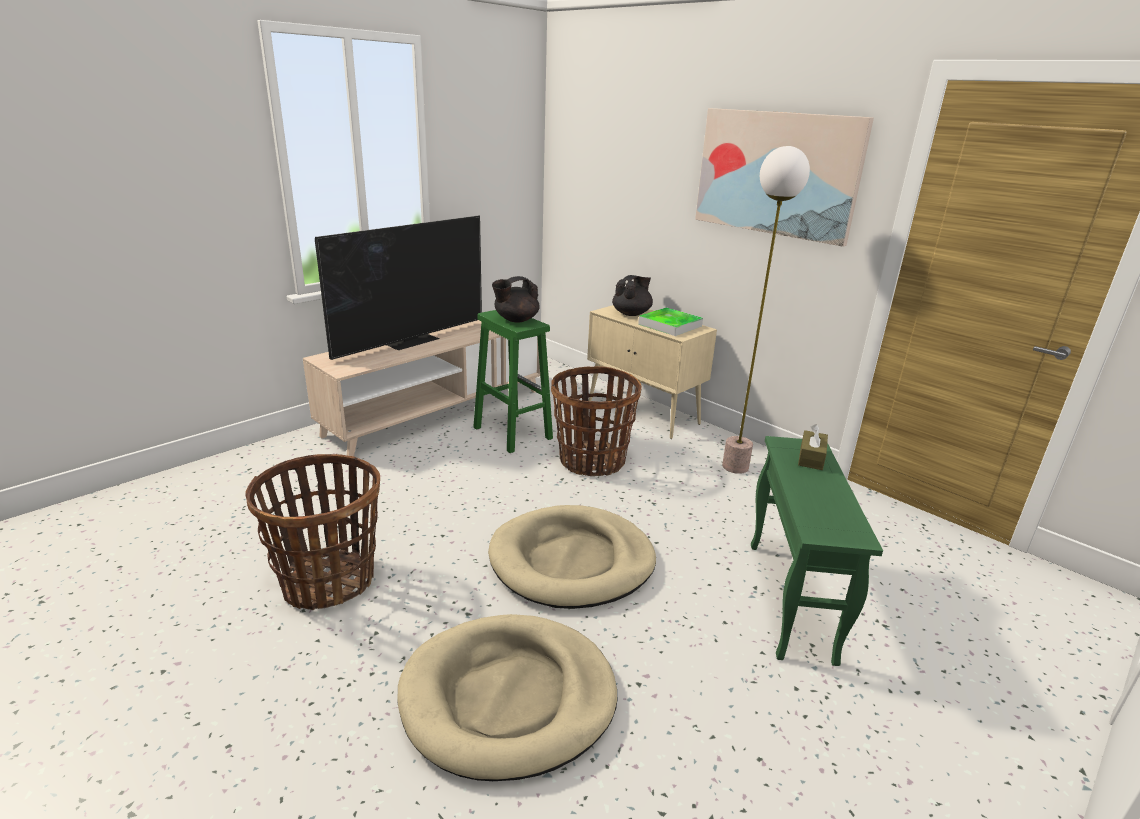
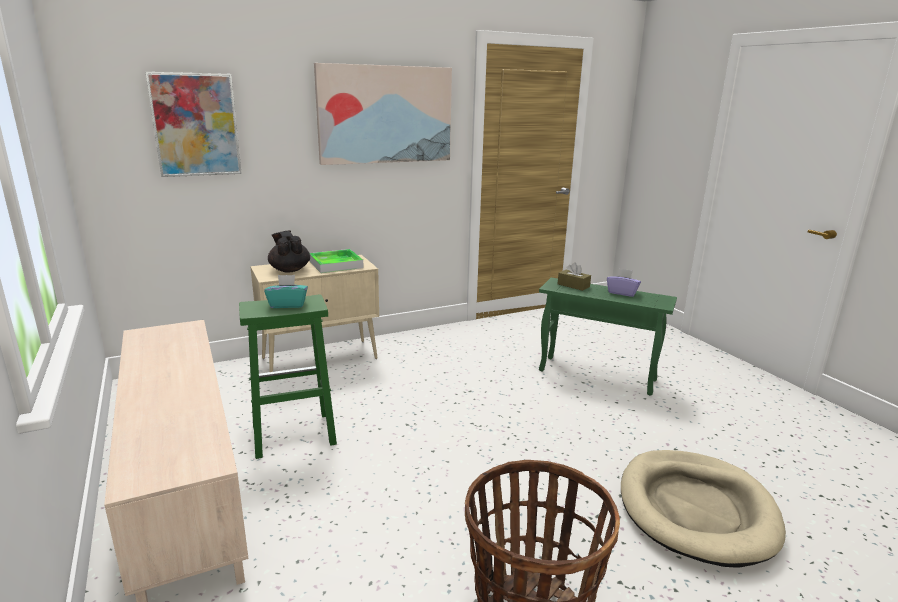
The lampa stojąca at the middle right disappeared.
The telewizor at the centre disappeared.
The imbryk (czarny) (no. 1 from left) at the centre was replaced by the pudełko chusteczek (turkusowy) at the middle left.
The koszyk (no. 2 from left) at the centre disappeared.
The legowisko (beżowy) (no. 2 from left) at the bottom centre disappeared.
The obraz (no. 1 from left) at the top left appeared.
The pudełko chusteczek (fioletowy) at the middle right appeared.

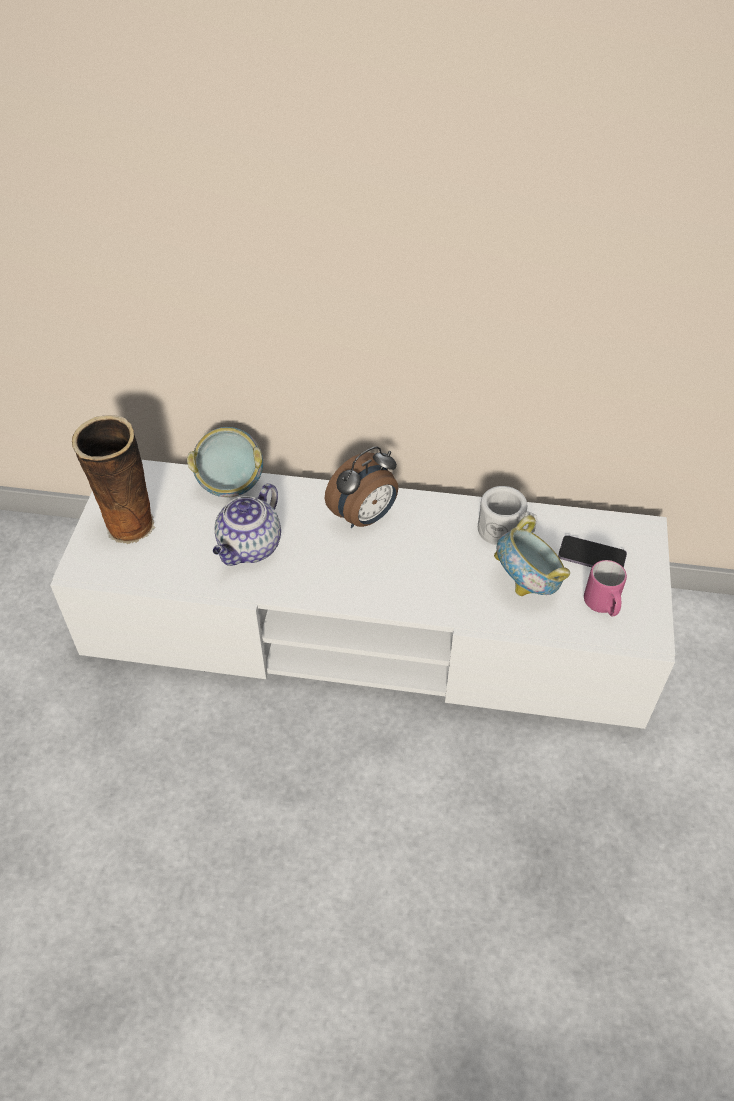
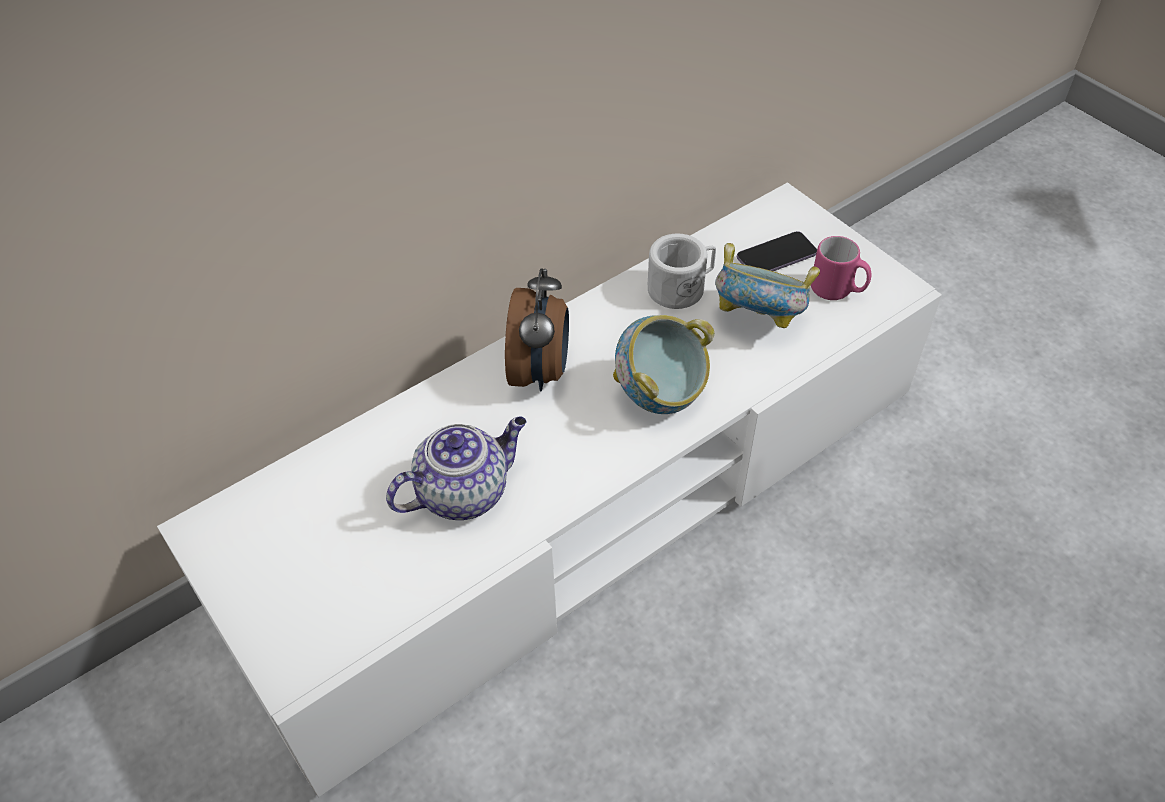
The wazon at the middle left disappeared.
The miska (no. 1 from left) moved from the middle left to the centre.
The imbryk at the centre turned 105 degrees counterclockwise.

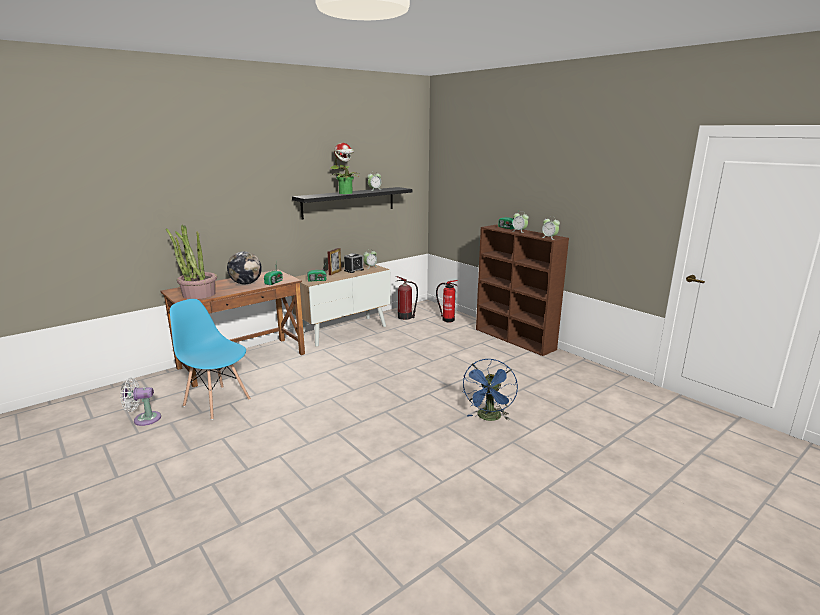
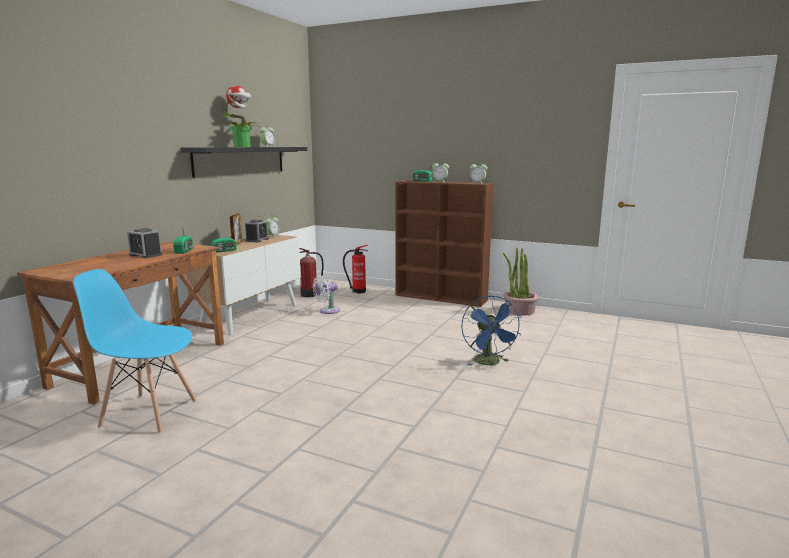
The roślina doniczkowa (no. 1 from left in the first image) moved from the middle left to the centre.
The globus at the middle left was replaced by the budzik (no. 1 from left) at the middle left.
The wentylator (biały) moved from the middle left to the centre.

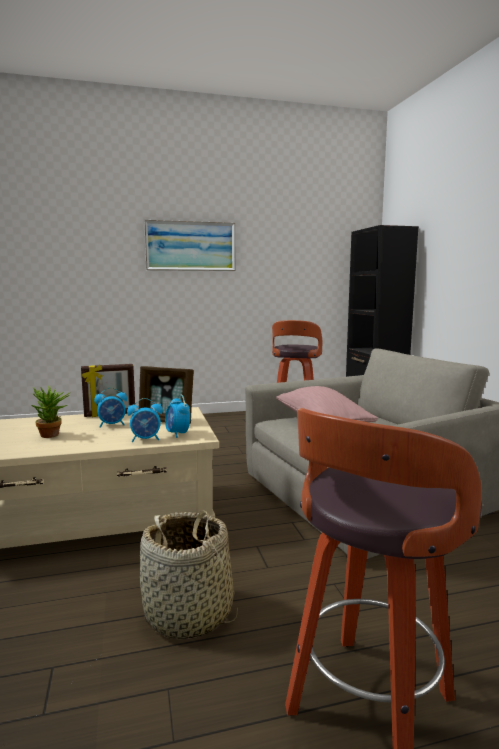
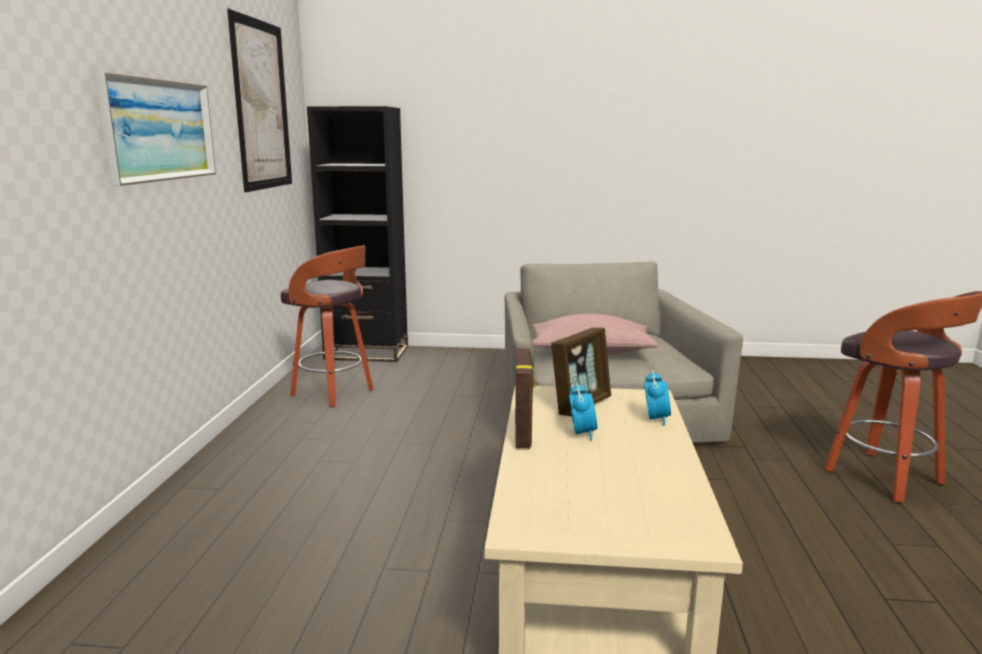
The roślina doniczkowa at the middle left disappeared.
The budzik (no. 3 from left) at the centre disappeared.
The koszyk at the bottom centre disappeared.
The obraz (no. 2 from left) at the top left appeared.

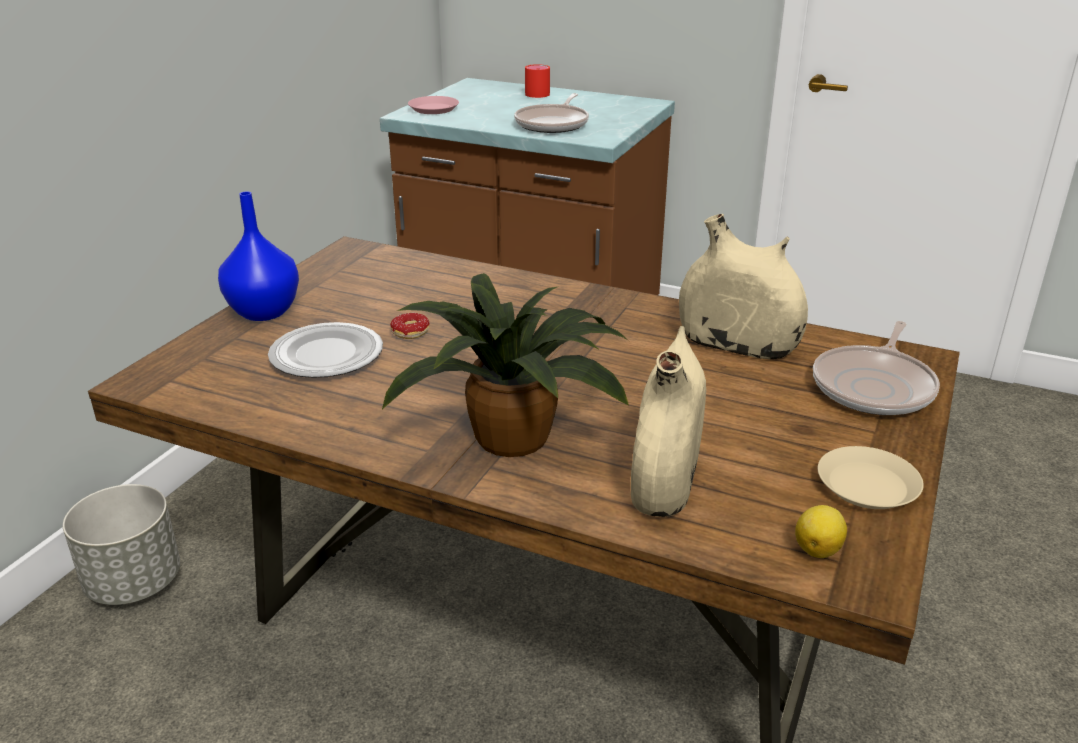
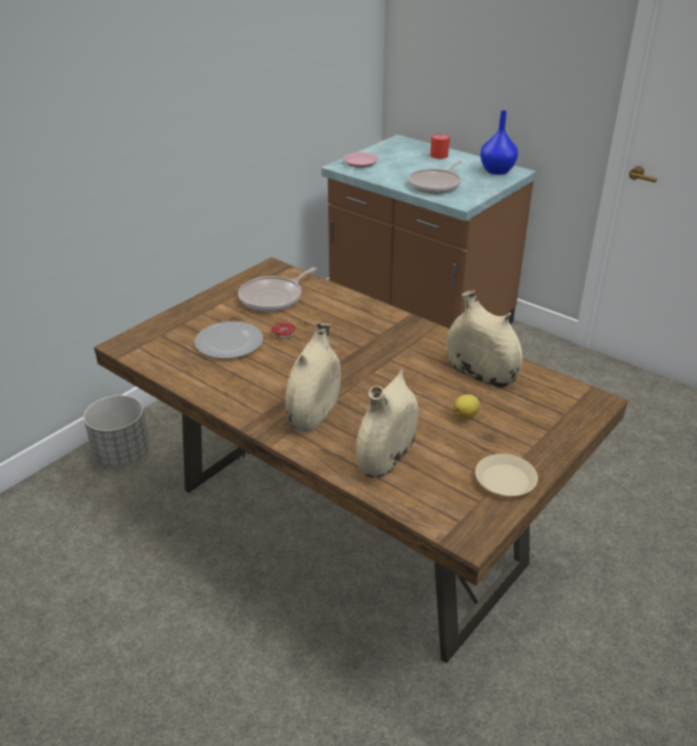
The wazon (niebieski) moved from the middle left to the top right.
The roślina doniczkowa at the centre was replaced by the wazon (beżowy) (no. 1 from left) at the centre.
The patelnia (no. 2 from left in the first image) moved from the middle right to the centre.
The cytryna moved from the bottom right to the middle right.

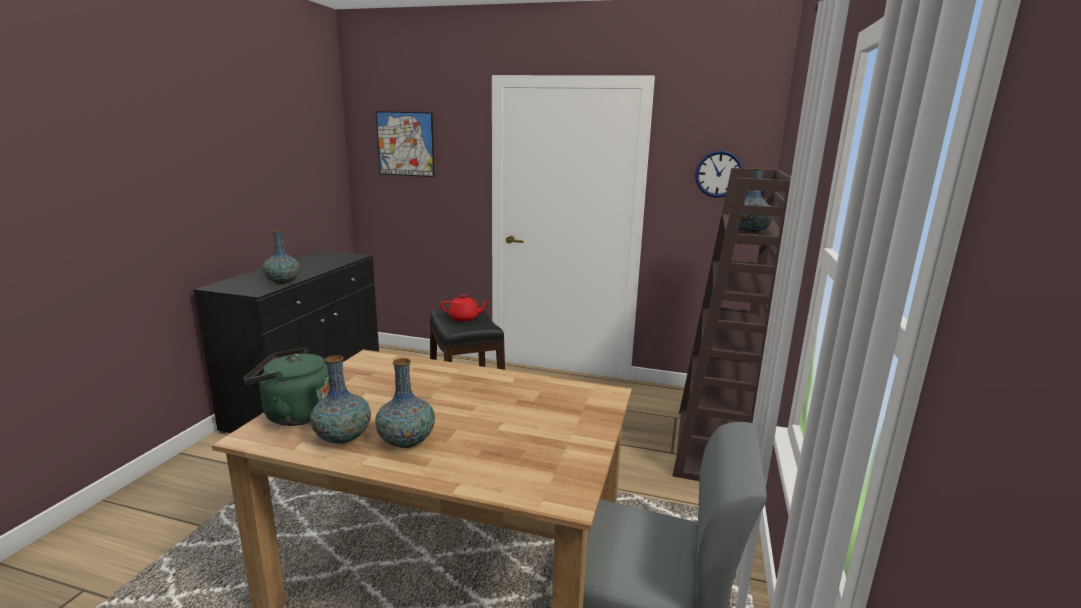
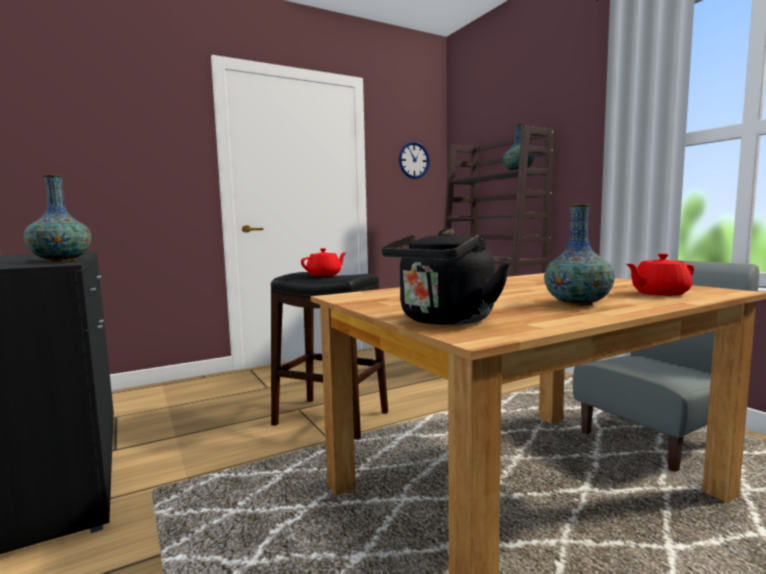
The obraz at the top centre disappeared.
The czajnik (zielony) at the middle left became the czajnik (czarny) at the centre.
The wazon (no. 2 from left) at the middle left disappeared.
The imbryk (czerwony) (no. 2 from left) at the middle right appeared.

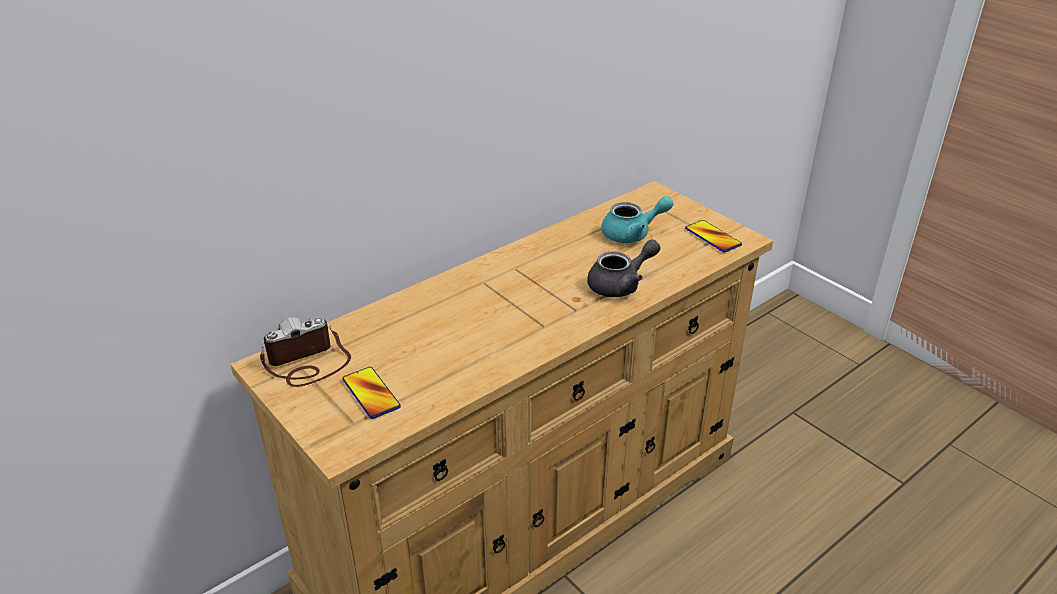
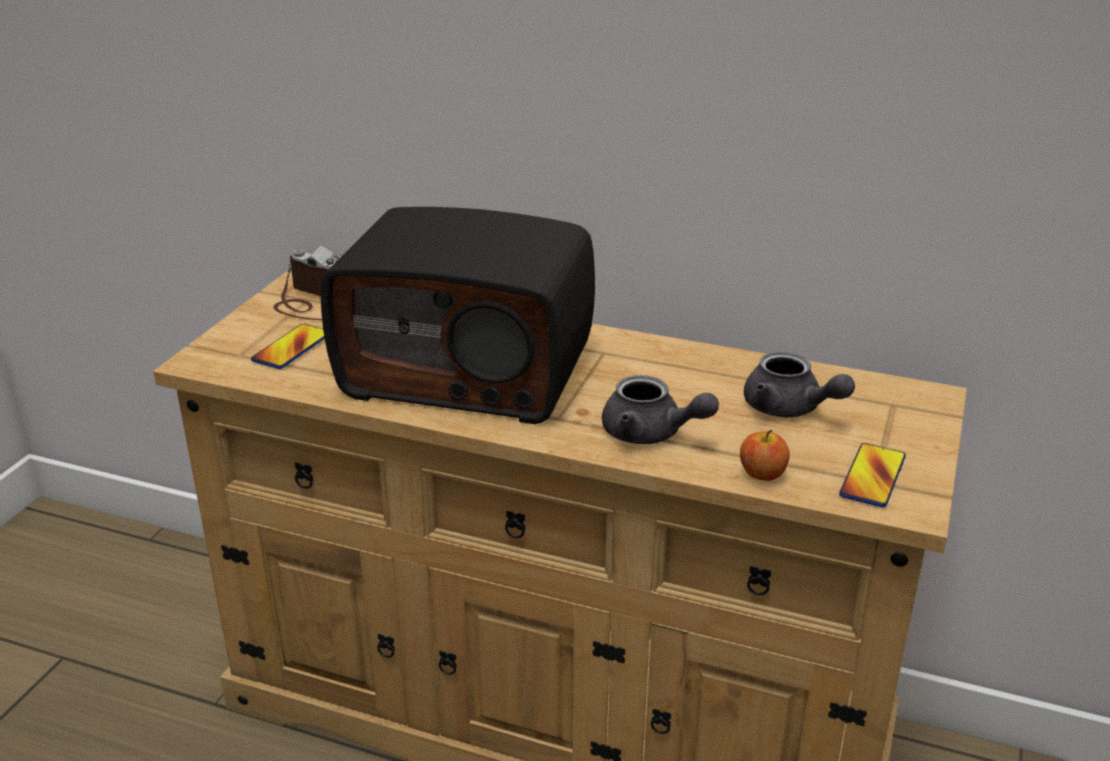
The imbryk (turkusowy) at the centre became the imbryk (szary) (no. 2 from left) at the middle right.
The radio at the centre appeared.
The jabłko at the middle right appeared.

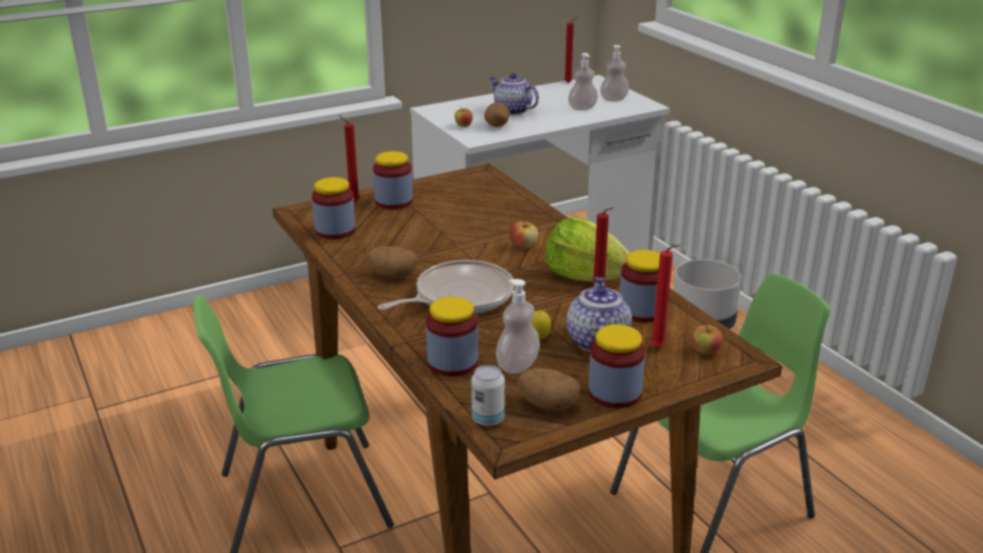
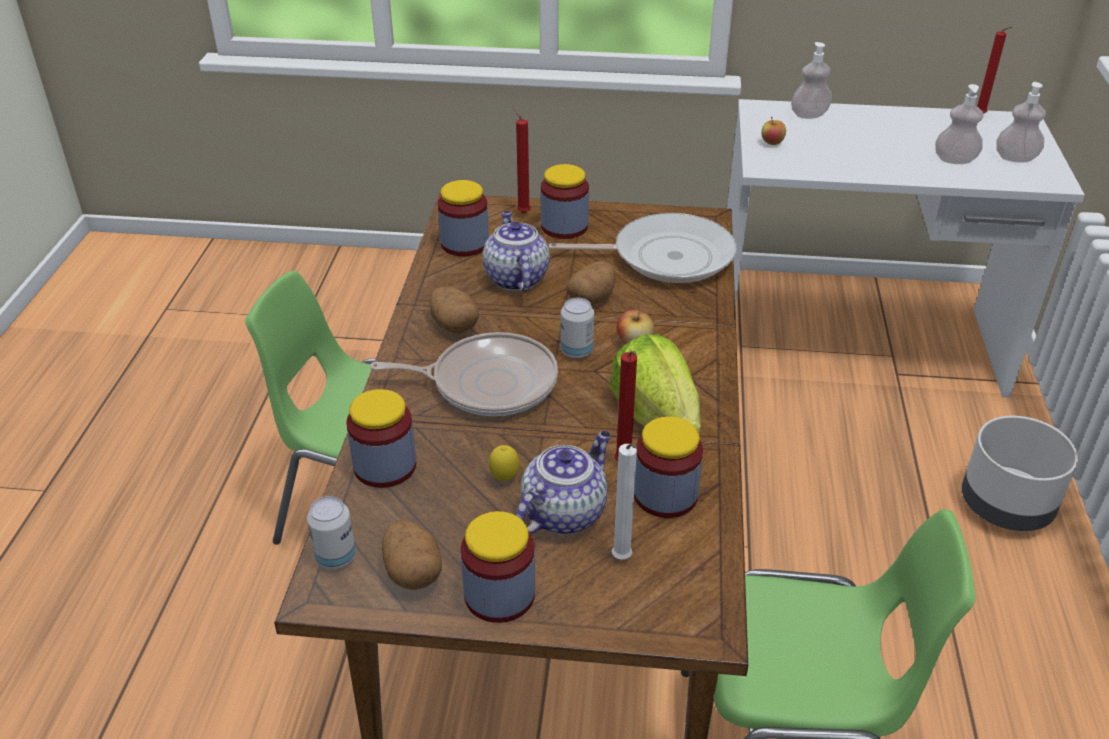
The imbryk (no. 1 from left) moved from the top centre to the centre.
The ziemniak (no. 2 from left in the first image) moved from the top centre to the centre.
The świeca (czerwony) (no. 4 from left) at the middle right became the świeca (biały) at the bottom centre.
The dozownik mydła (no. 1 from left) moved from the centre to the top right.
The jabłko (no. 3 from left) at the middle right disappeared.
The patelnia (no. 2 from left) at the centre appeared.
The puszka (no. 2 from left) at the centre appeared.

